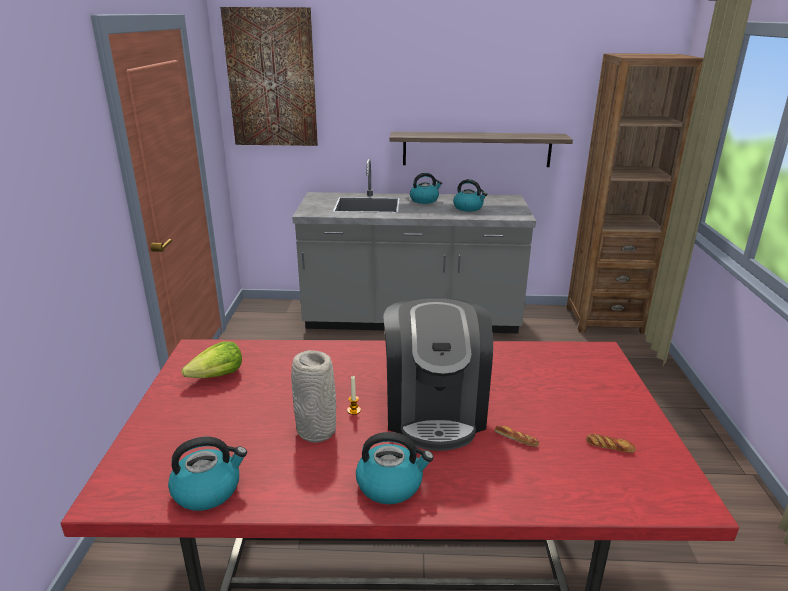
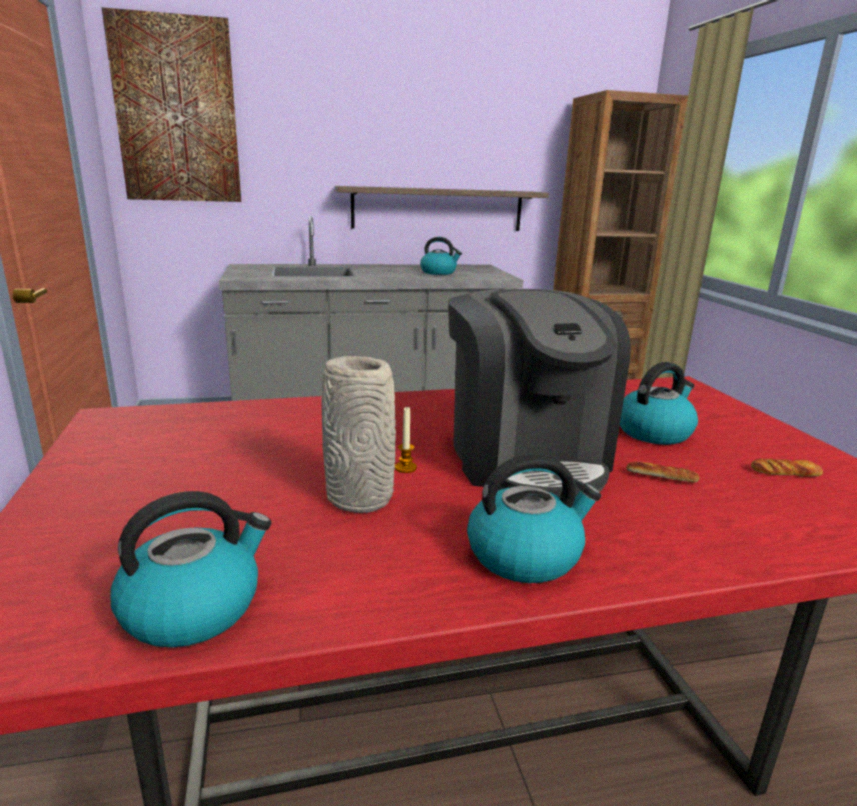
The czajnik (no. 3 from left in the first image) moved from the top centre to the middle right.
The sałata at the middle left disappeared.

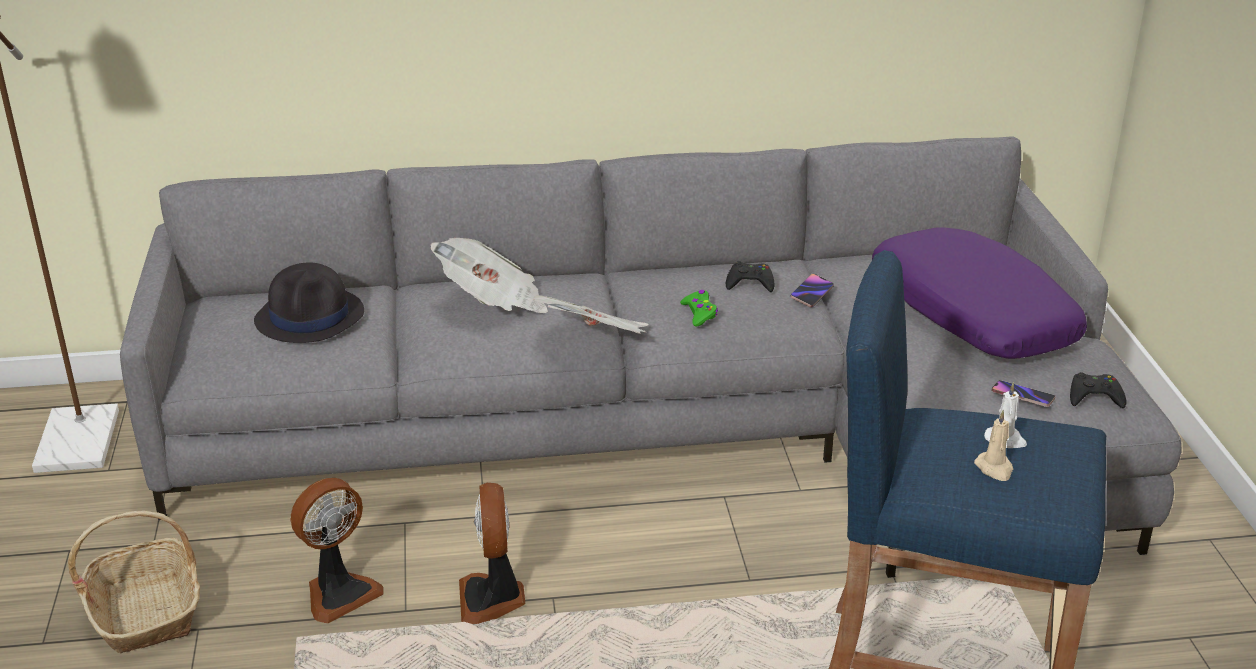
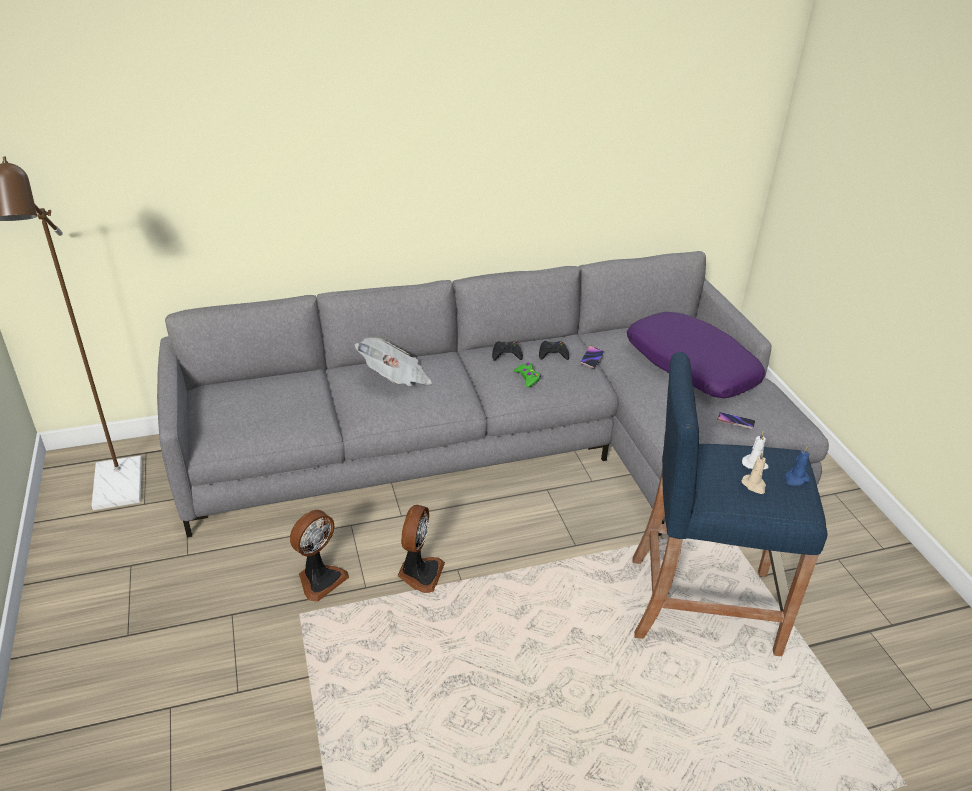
The kapelusz (czarny) at the middle left disappeared.
The gazeta (no. 2 from left) at the centre disappeared.
The pad do gier (czarny) (no. 2 from left in the first image) moved from the middle right to the centre.
The wentylator (no. 2 from left) at the bottom centre turned 150 degrees counterclockwise.
The koszyk at the bottom left disappeared.
The świeca (niebieski) at the middle right appeared.

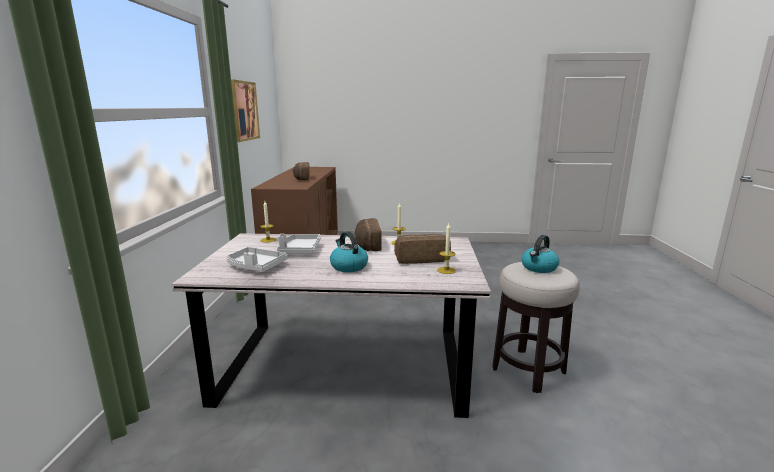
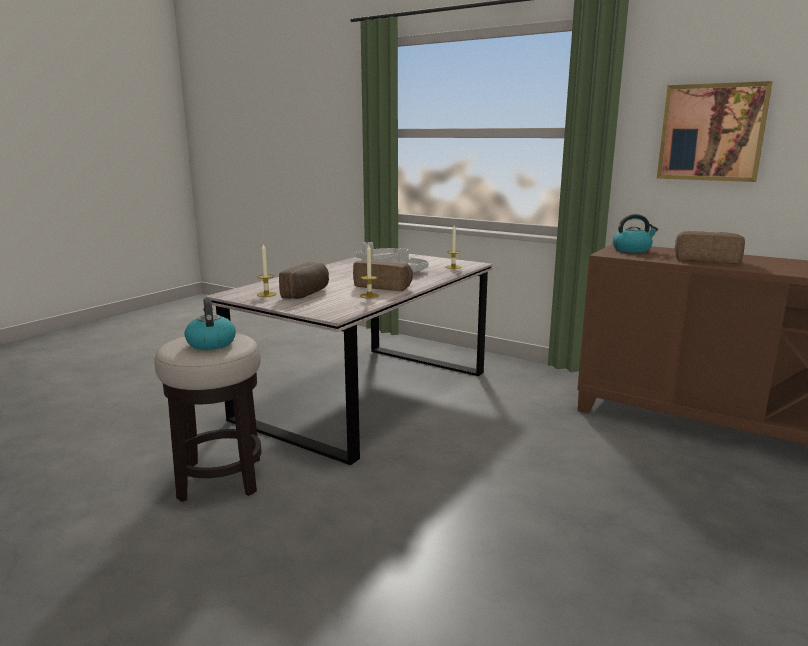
The czajnik (no. 1 from left in the first image) moved from the centre to the middle right.

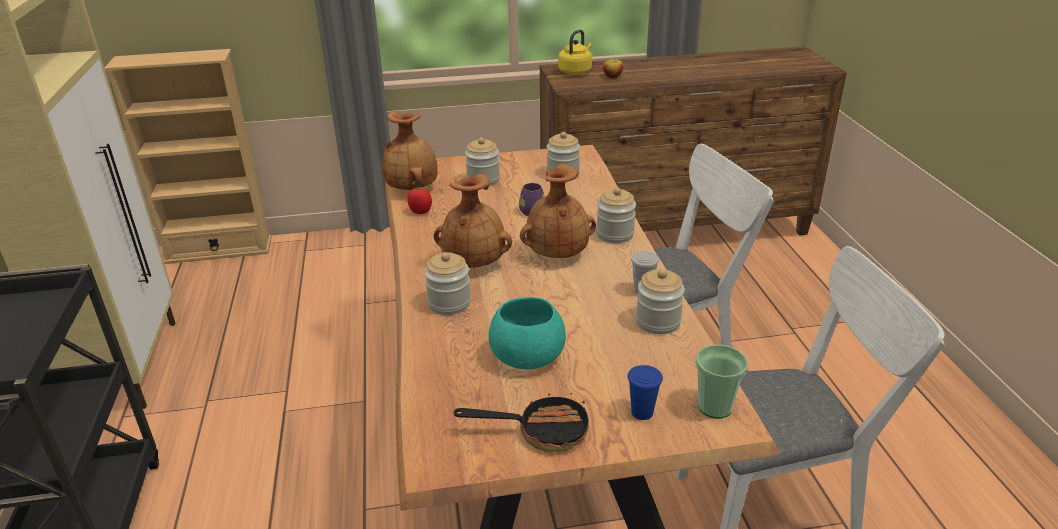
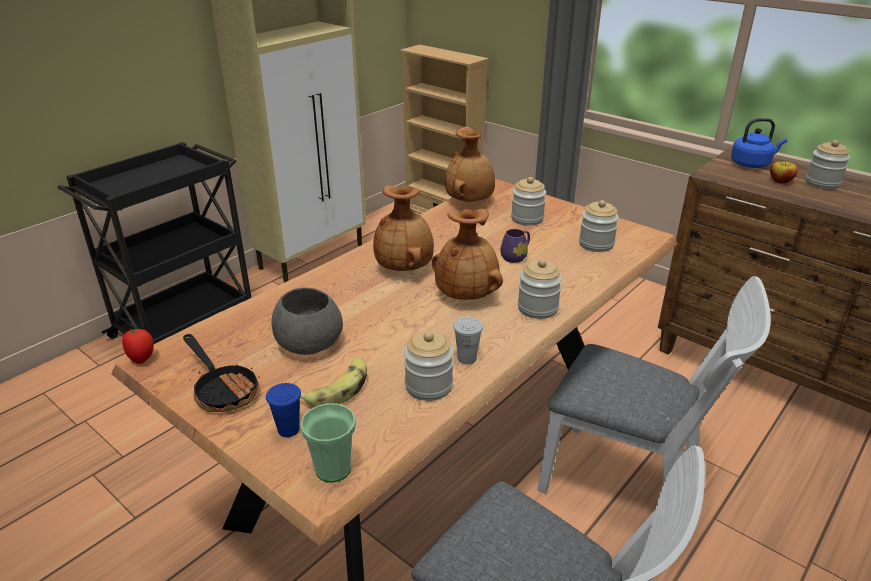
The czajnik (żółty) at the top centre became the czajnik (niebieski) at the top right.
The pomidor moved from the centre to the middle left.
The słoik (no. 1 from left in the first image) moved from the centre to the top right.
The miska (turkusowy) at the centre became the miska (szary) at the centre.
The banan at the centre appeared.

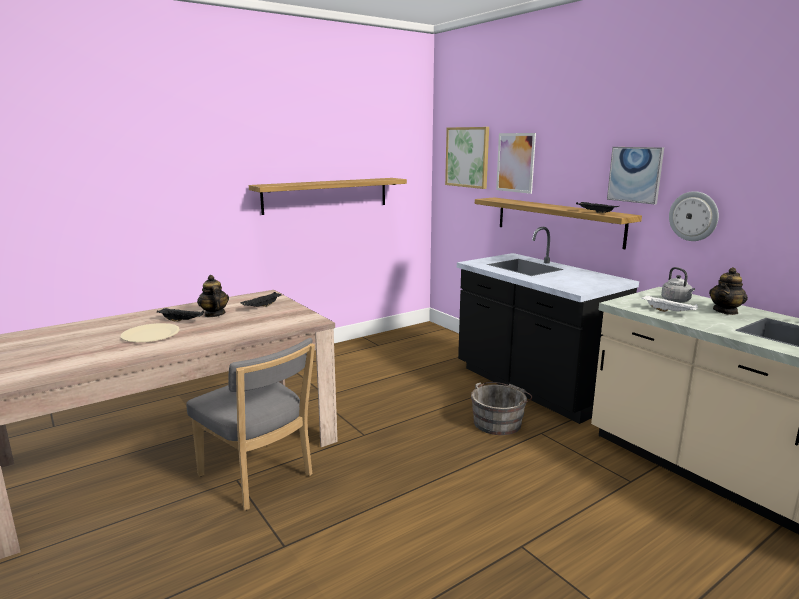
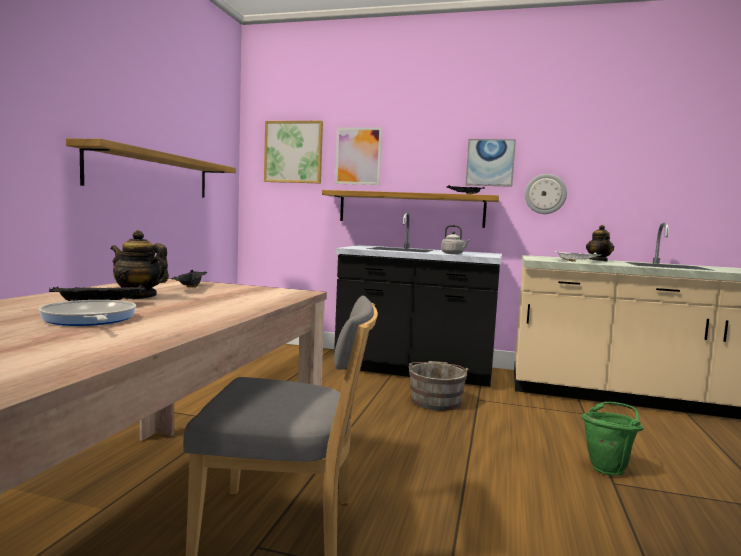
The czajnik (szary) moved from the middle right to the centre.
The talerz (beżowy) at the middle left was replaced by the patelnia at the middle left.
The wiadro (zielony) at the bottom right appeared.

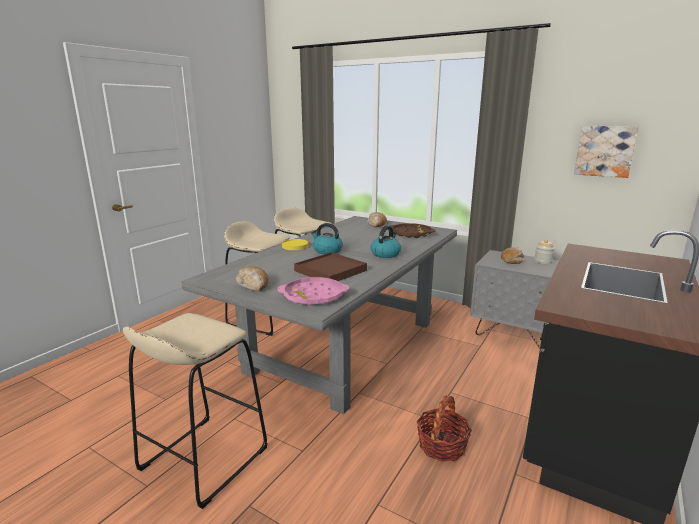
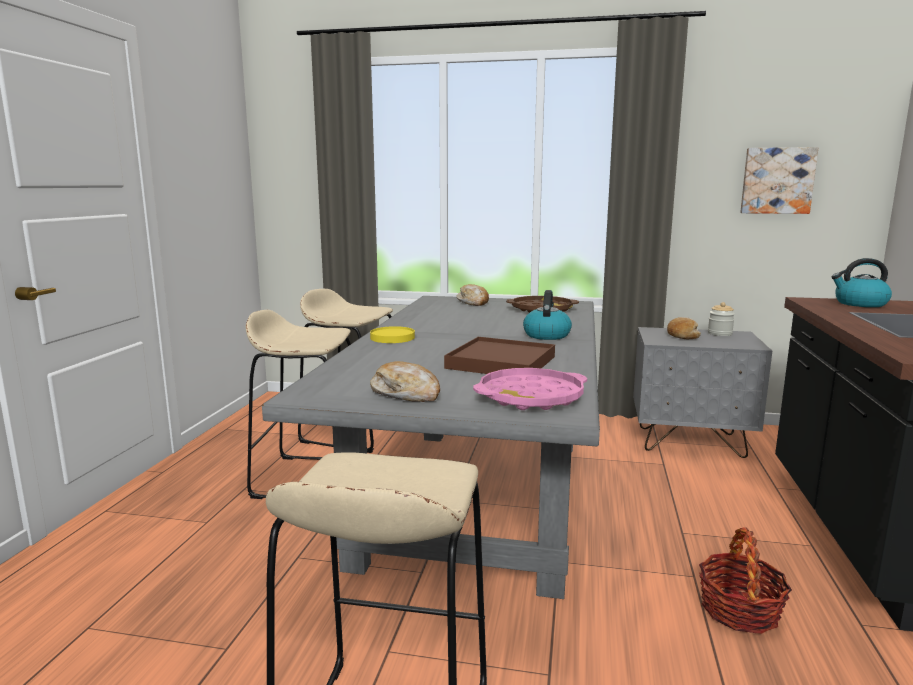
The czajnik (no. 1 from left in the first image) moved from the centre to the middle right.

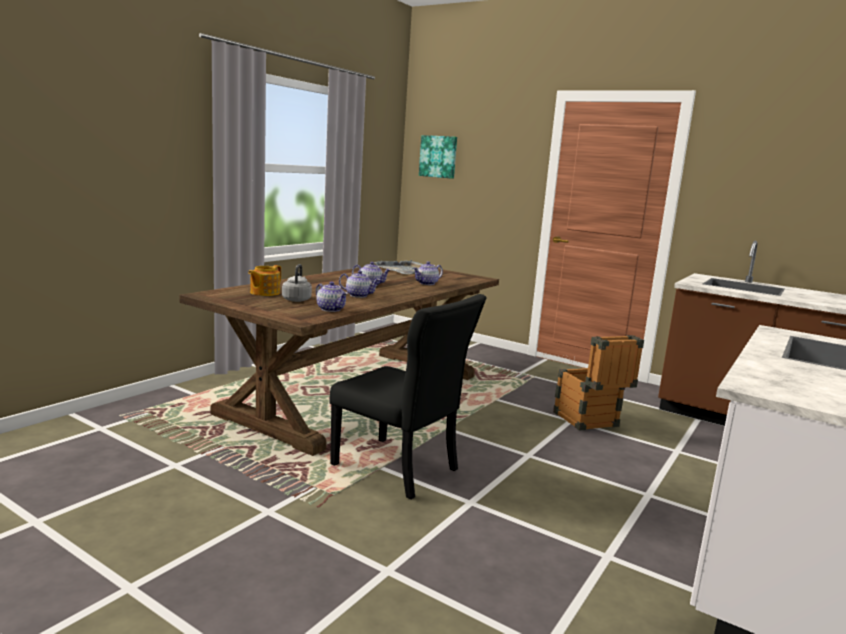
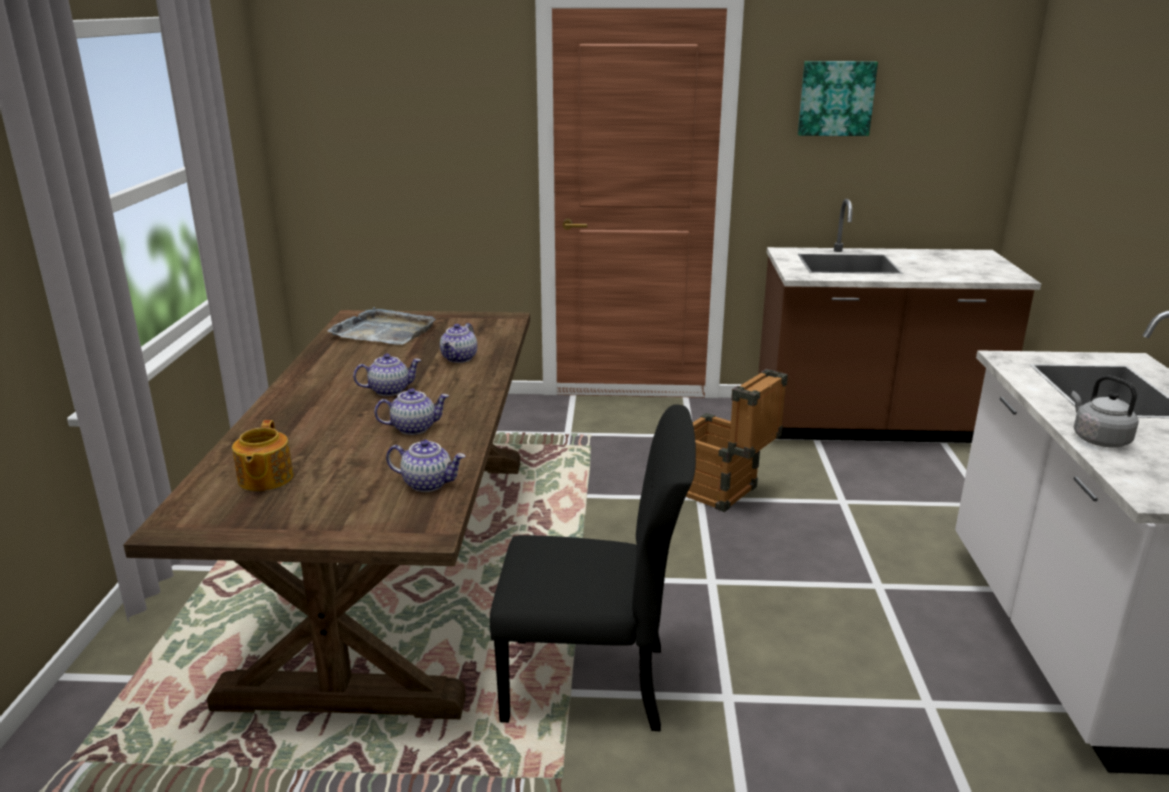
The obraz moved from the top centre to the top right.
The czajnik (szary) moved from the centre to the middle right.

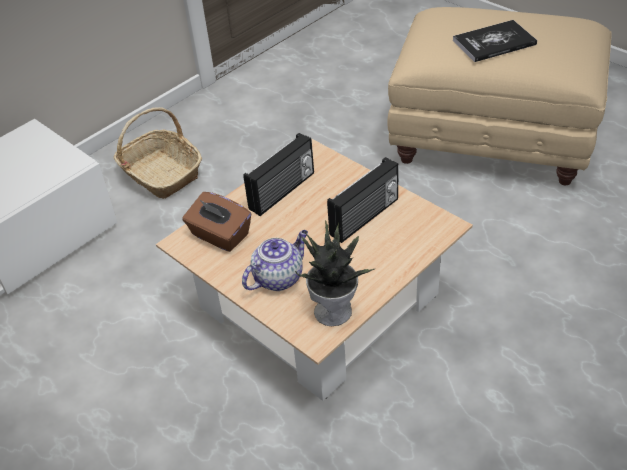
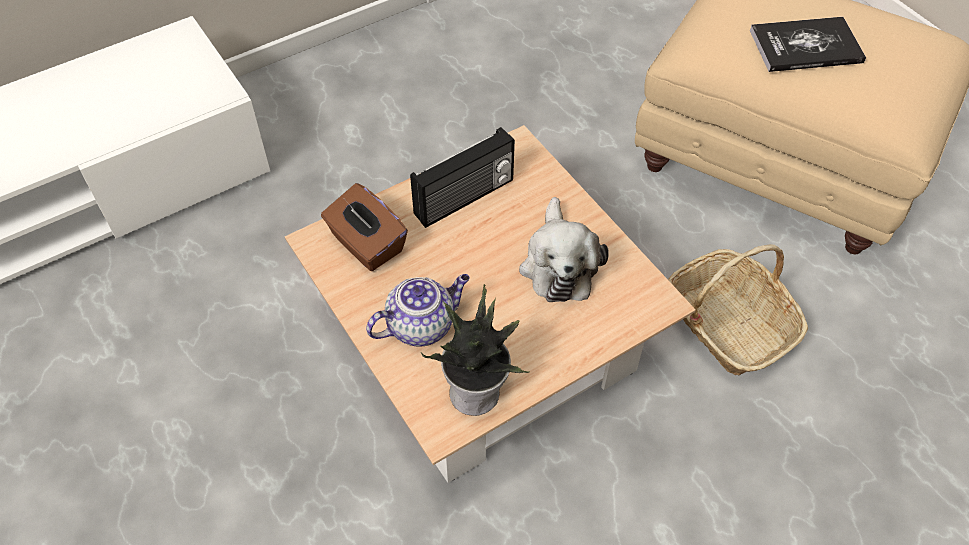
The koszyk moved from the top left to the middle right.
The radio (no. 2 from left) at the centre was replaced by the pluszak at the centre.

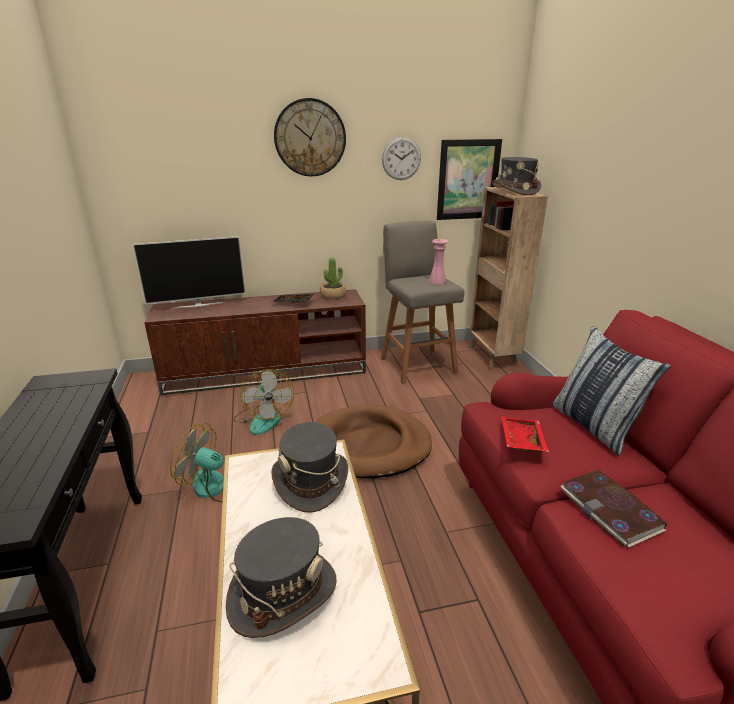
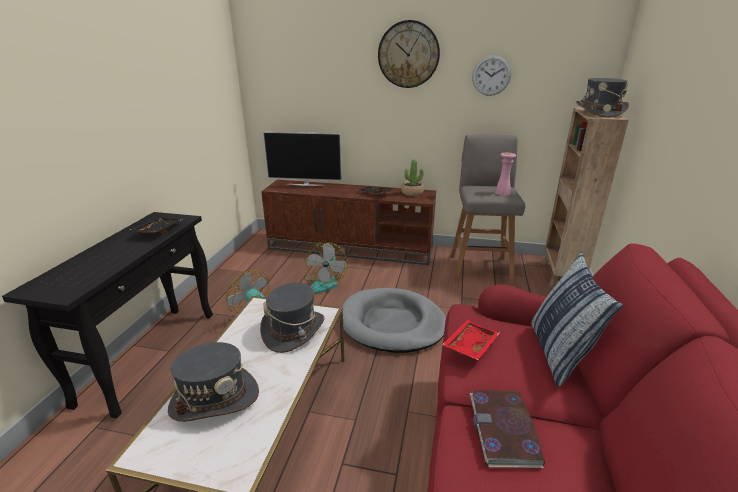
The obraz at the top centre disappeared.
The legowisko (brązowy) at the centre became the legowisko (szary) at the centre.
The taca (czarny) (no. 1 from left) at the middle left appeared.

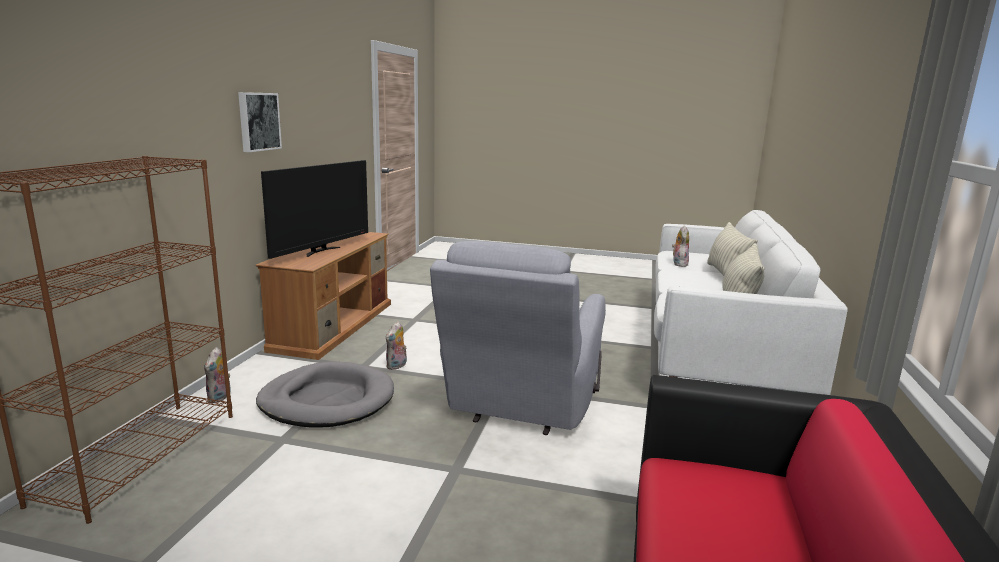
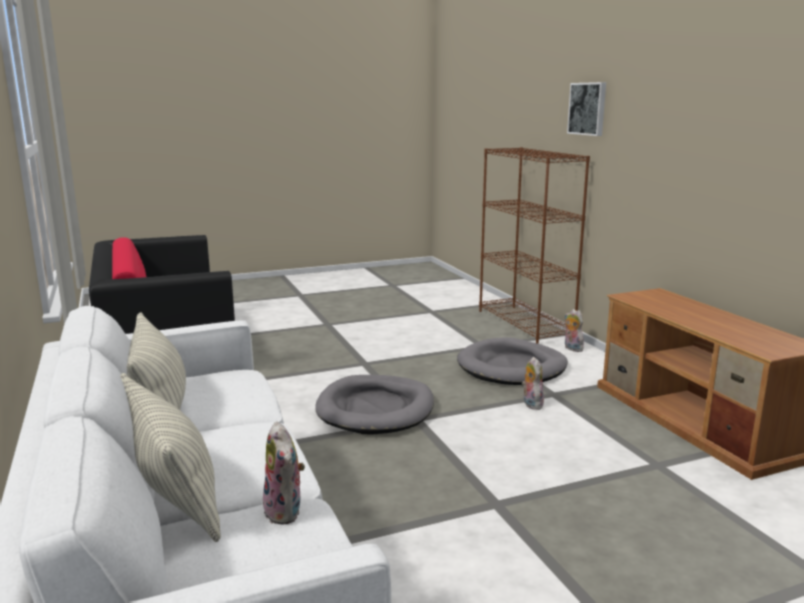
The obraz moved from the top left to the top right.
The telewizor at the middle left disappeared.
The fotel (szary) at the centre was replaced by the legowisko (szary) (no. 1 from left) at the bottom centre.

